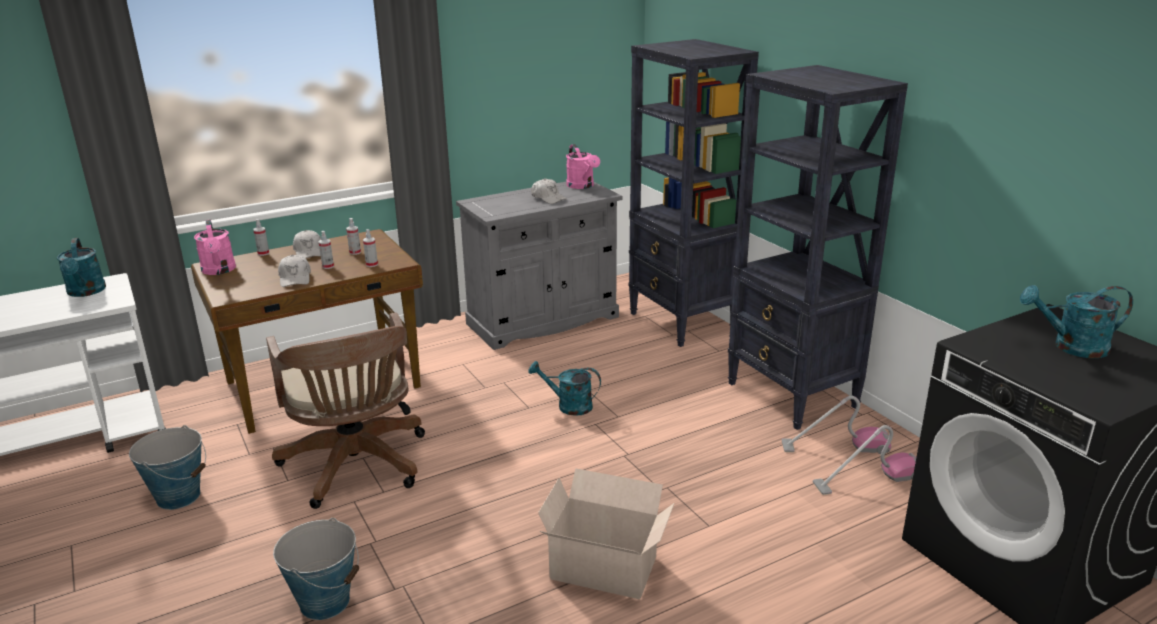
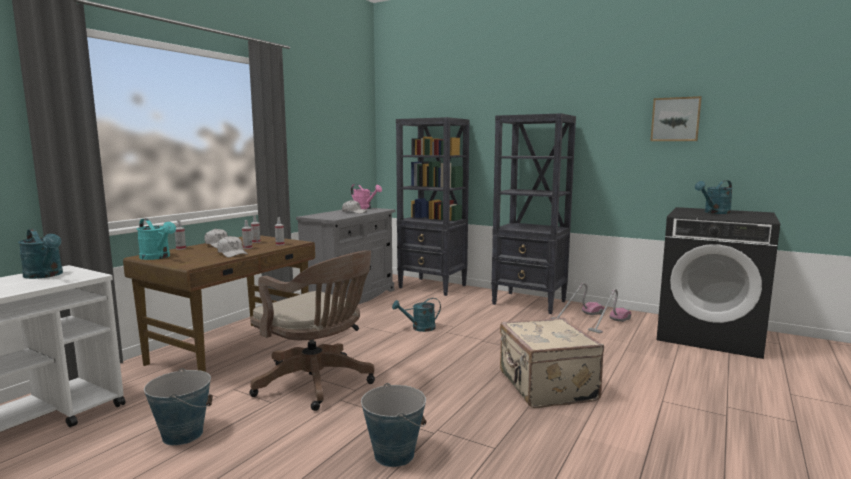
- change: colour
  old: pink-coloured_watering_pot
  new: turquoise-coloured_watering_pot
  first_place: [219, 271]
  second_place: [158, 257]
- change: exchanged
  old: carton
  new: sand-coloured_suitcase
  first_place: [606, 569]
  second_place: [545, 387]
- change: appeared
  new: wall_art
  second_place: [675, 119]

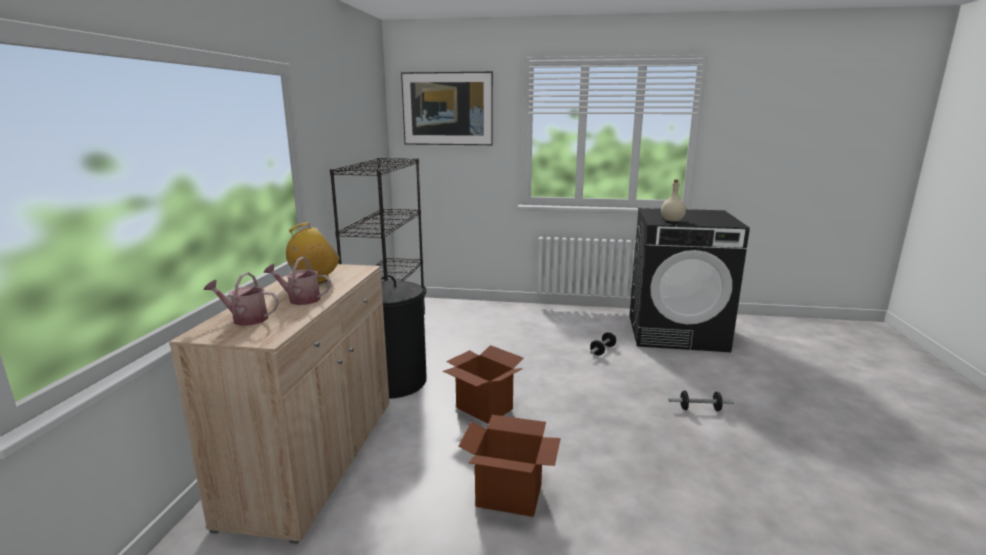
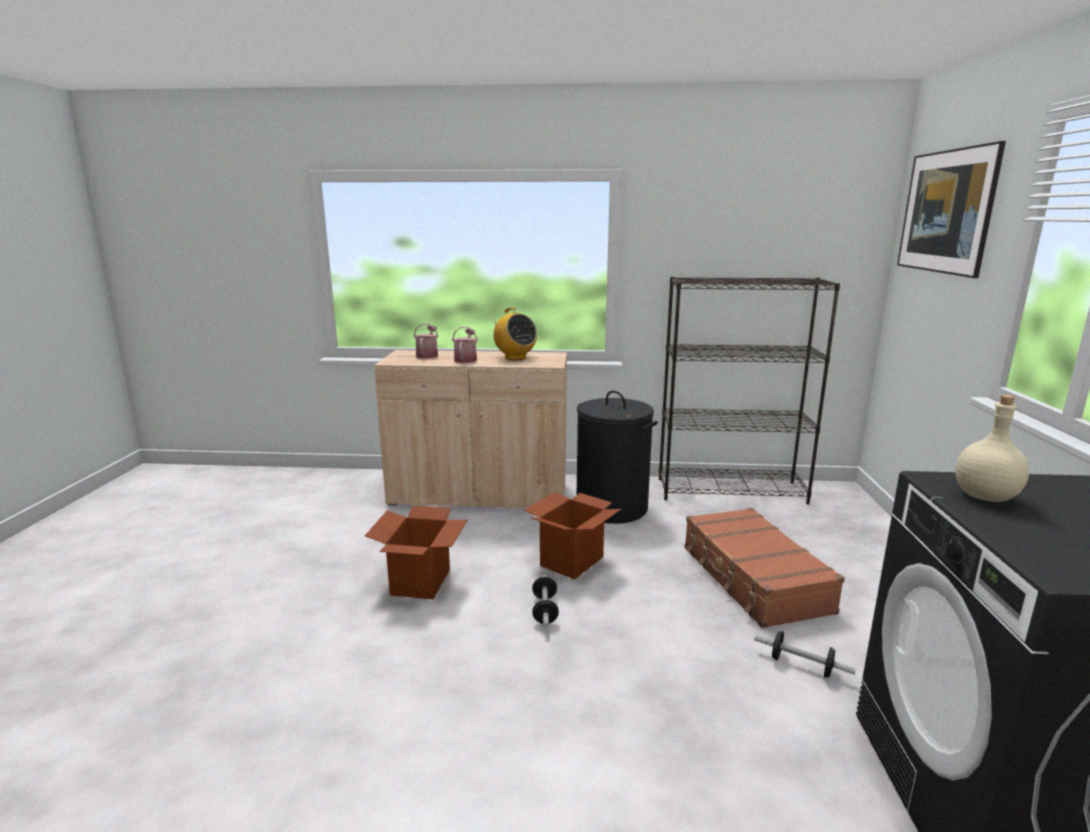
- change: relocated
  old: dumbbell
  first_place: [699, 409]
  second_place: [545, 610]
- change: appeared
  new: brown_suitcase
  second_place: [753, 579]

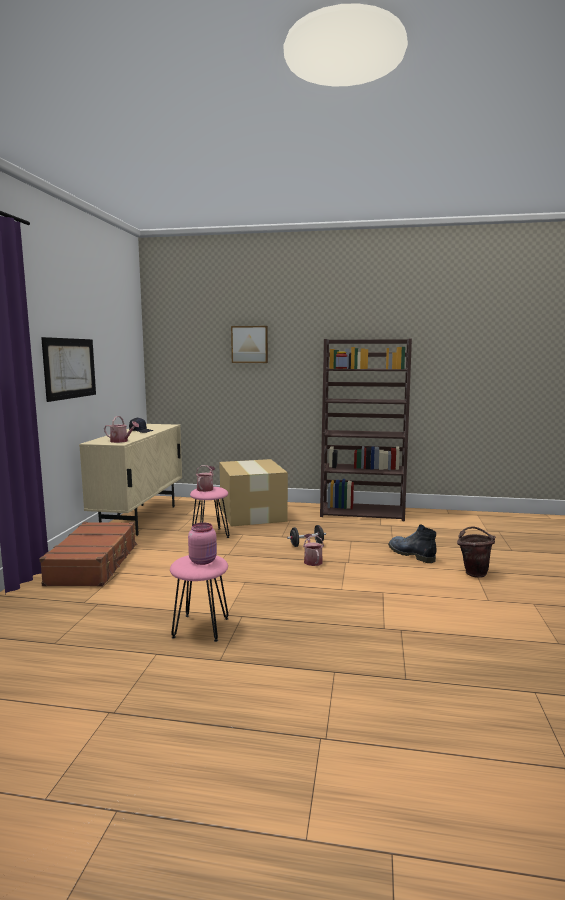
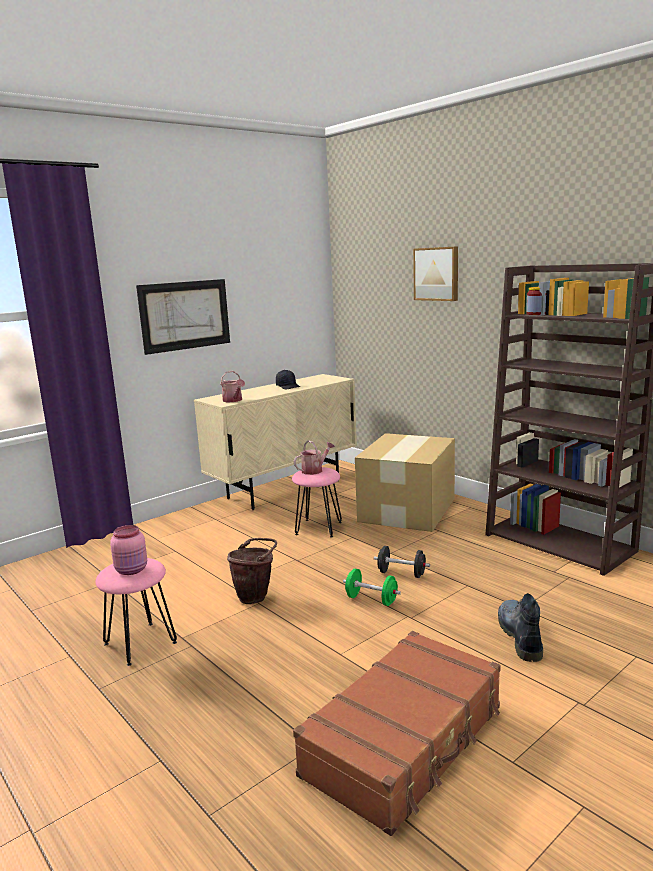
- change: relocated
  old: brown_water_bucket
  first_place: [474, 572]
  second_place: [256, 596]
- change: relocated
  old: brown_suitcase
  first_place: [94, 564]
  second_place: [405, 741]
- change: exchanged
  old: watering_pot
  new: greenish_dumbbell
  first_place: [312, 561]
  second_place: [371, 600]

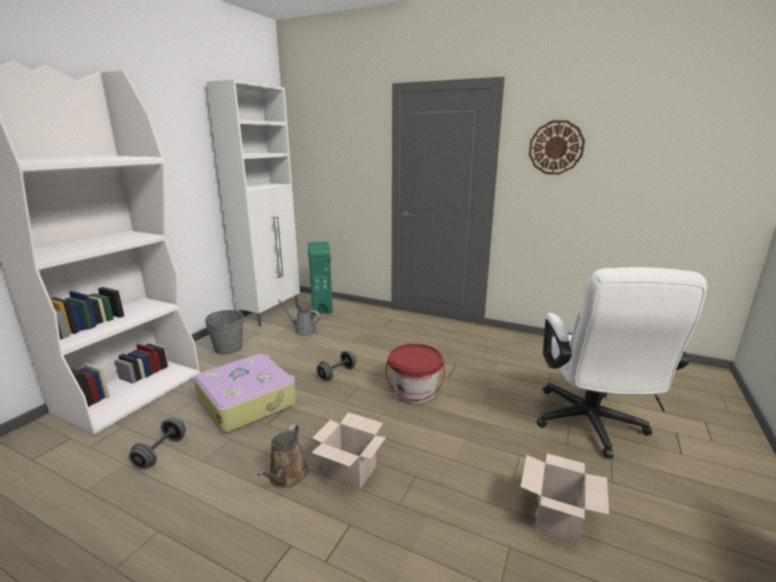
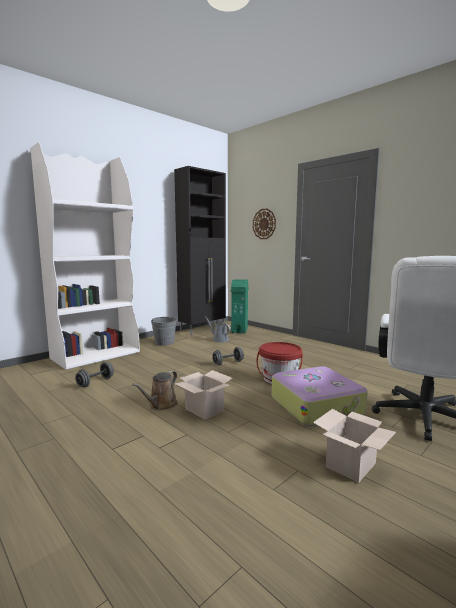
- change: colour
  old: whitish_storage_cabinet
  new: black-coloured_storage_cabinet
  first_place: [271, 313]
  second_place: [203, 329]
- change: relocated
  old: wall_clock
  first_place: [556, 147]
  second_place: [264, 224]
- change: relocated
  old: suitcase
  first_place: [248, 401]
  second_place: [316, 405]

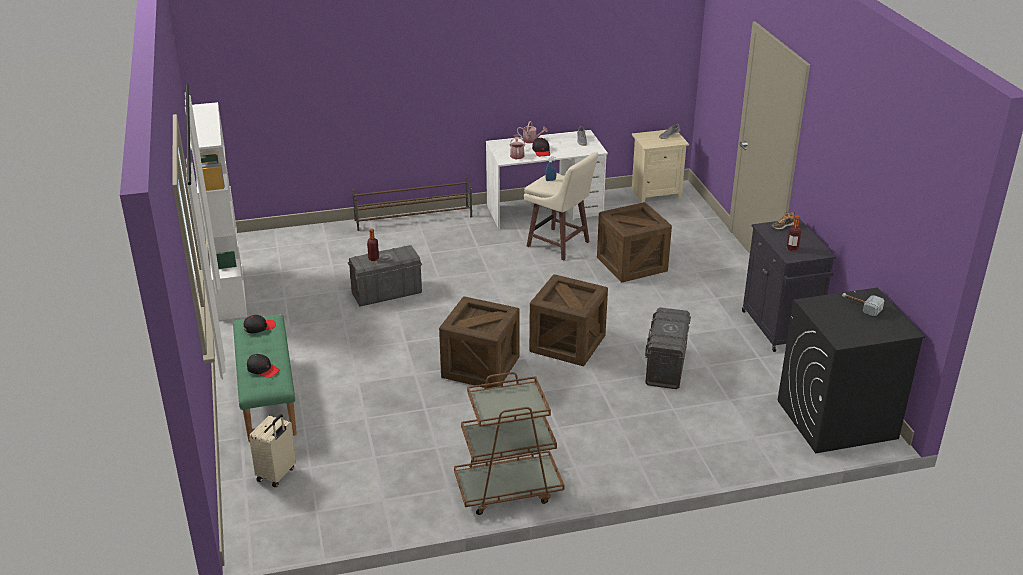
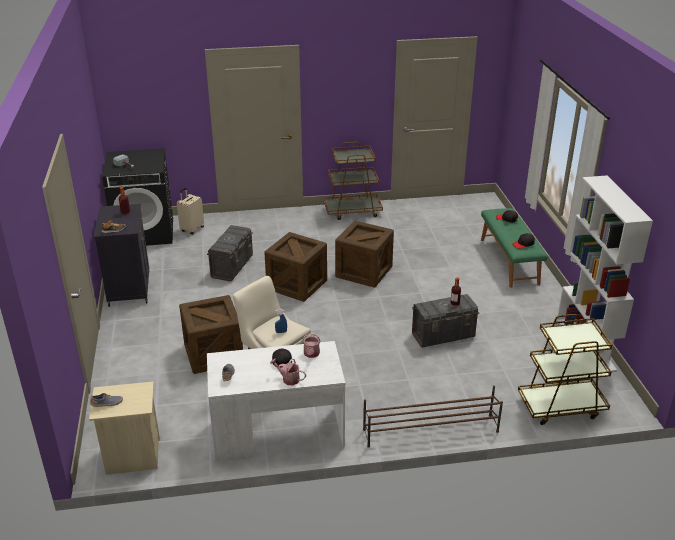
- change: relocated
  old: sand-coloured_suitcase
  first_place: [277, 474]
  second_place: [192, 229]
- change: appeared
  new: brown_cart
  second_place: [561, 406]

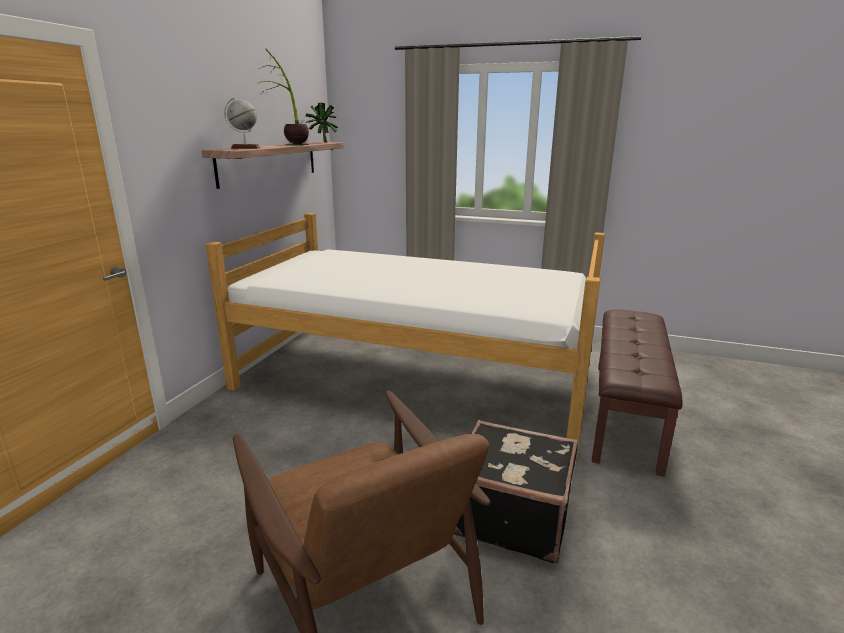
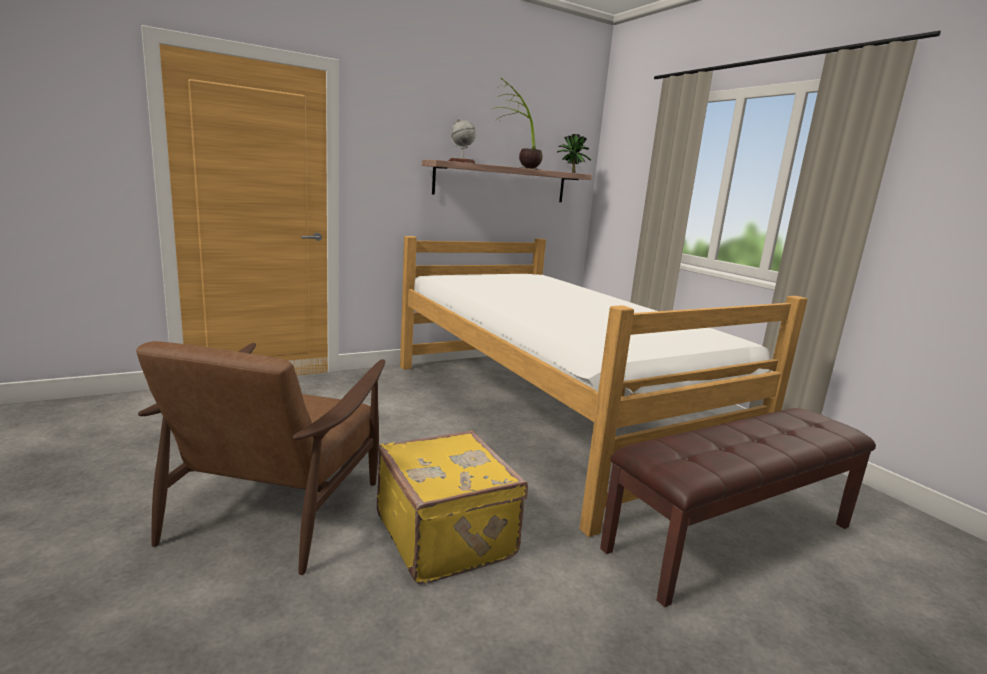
- change: colour
  old: black-coloured_suitcase
  new: yellow_suitcase
  first_place: [511, 515]
  second_place: [447, 535]

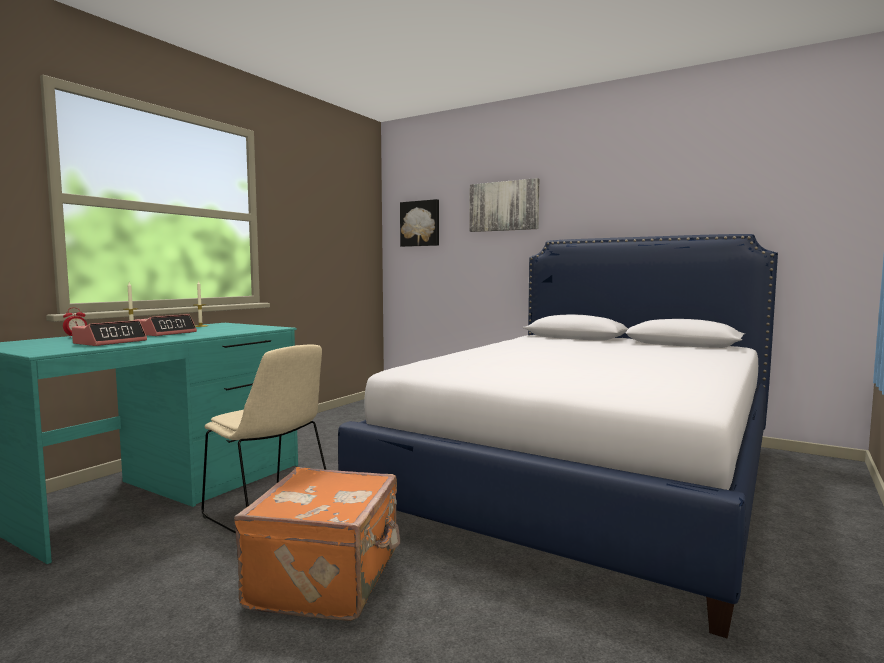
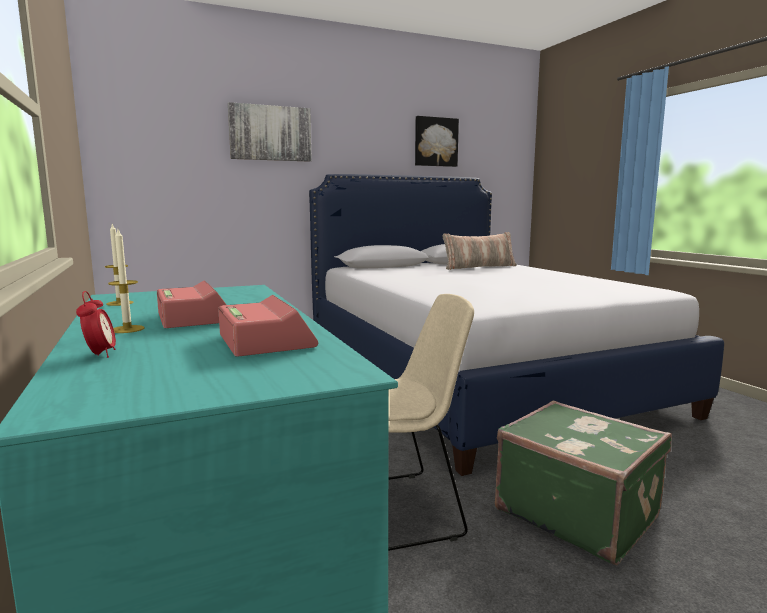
- change: relocated
  old: wall_art
  first_place: [420, 223]
  second_place: [435, 142]
- change: appeared
  new: pillow
  second_place: [479, 267]
- change: colour
  old: orange-coloured_suitcase
  new: greenish_suitcase
  first_place: [328, 579]
  second_place: [577, 512]

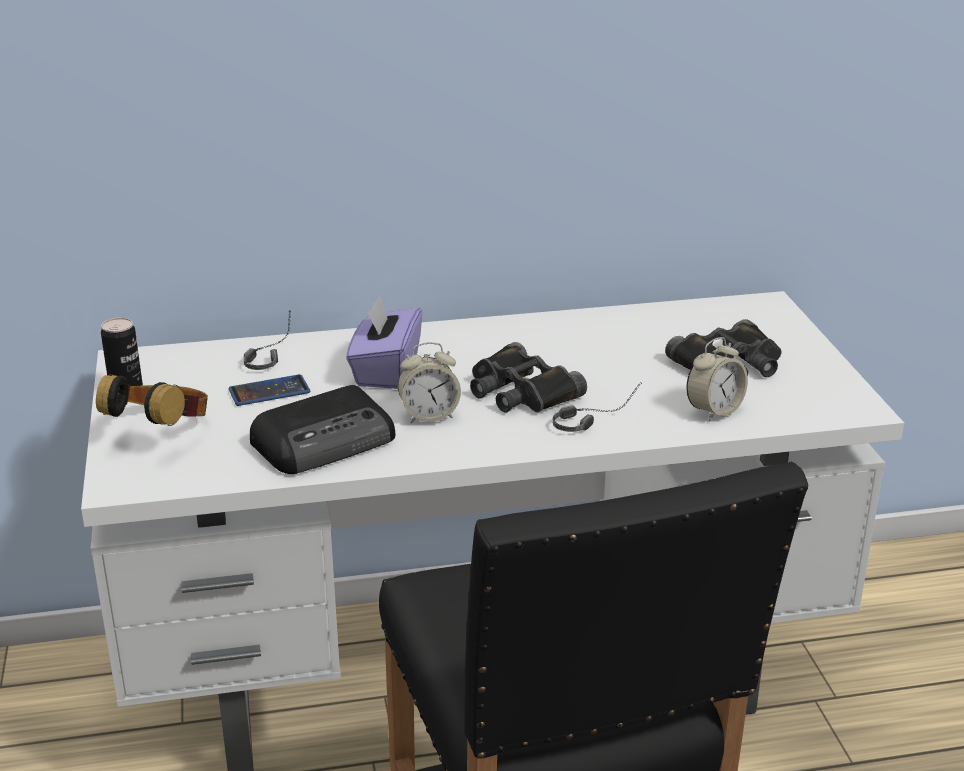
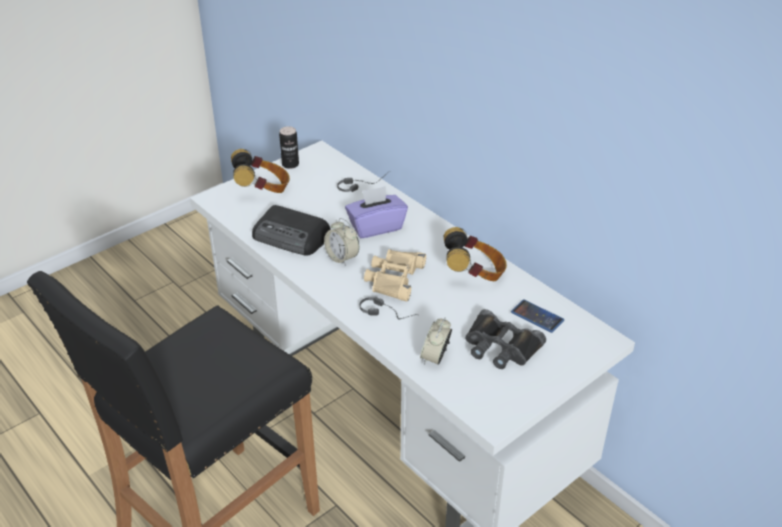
- change: colour
  old: black-coloured_field_glasses
  new: sand-coloured_field_glasses
  first_place: [520, 391]
  second_place: [394, 278]
- change: spun
  old: bedside_clock
  first_place: [714, 411]
  second_place: [435, 357]
  degrees: 90
- change: appeared
  new: headset
  second_place: [474, 274]
- change: relocated
  old: phone
  first_place: [269, 391]
  second_place: [537, 316]

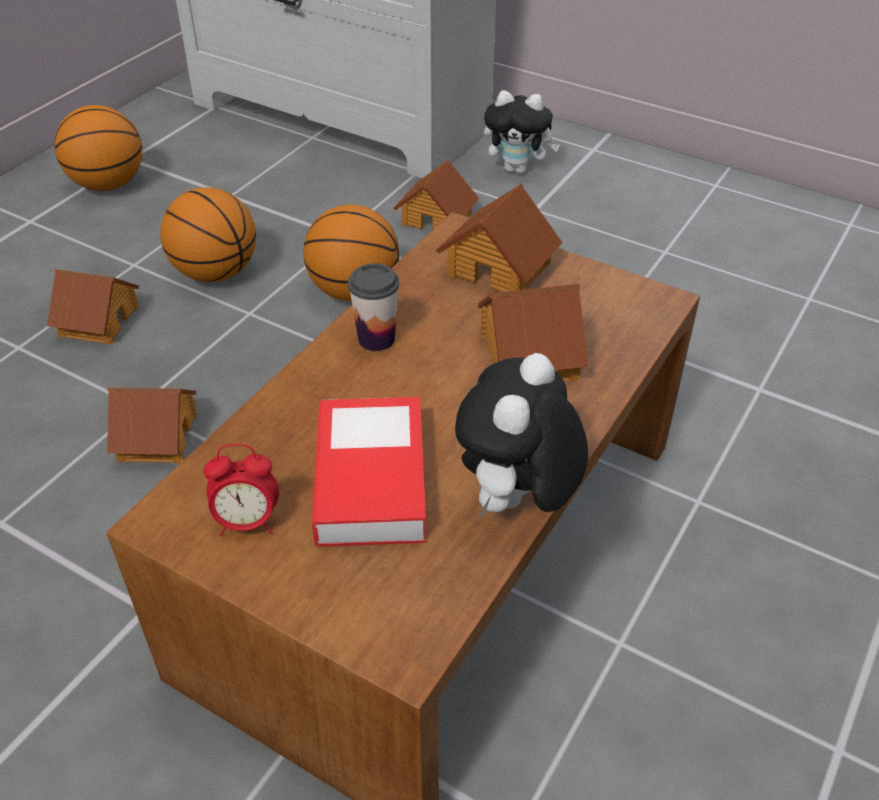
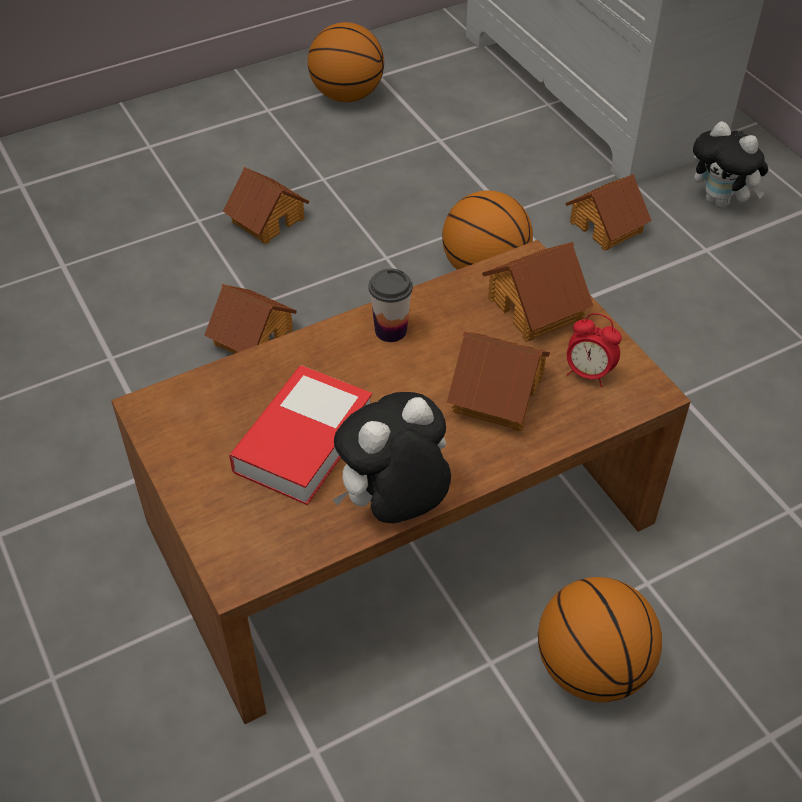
- change: relocated
  old: ball_for_basketball
  first_place: [216, 272]
  second_place: [591, 667]
- change: relocated
  old: bedside_clock
  first_place: [247, 522]
  second_place: [588, 373]

